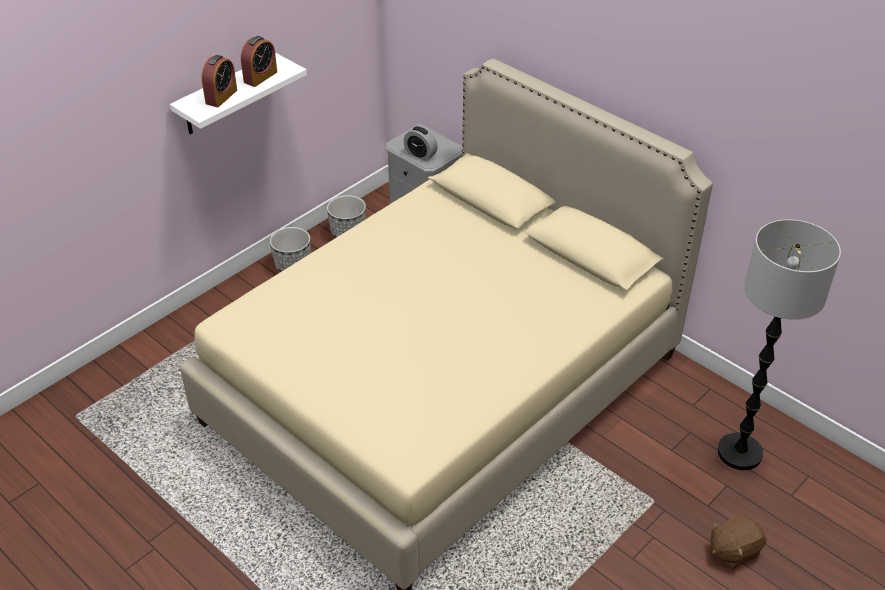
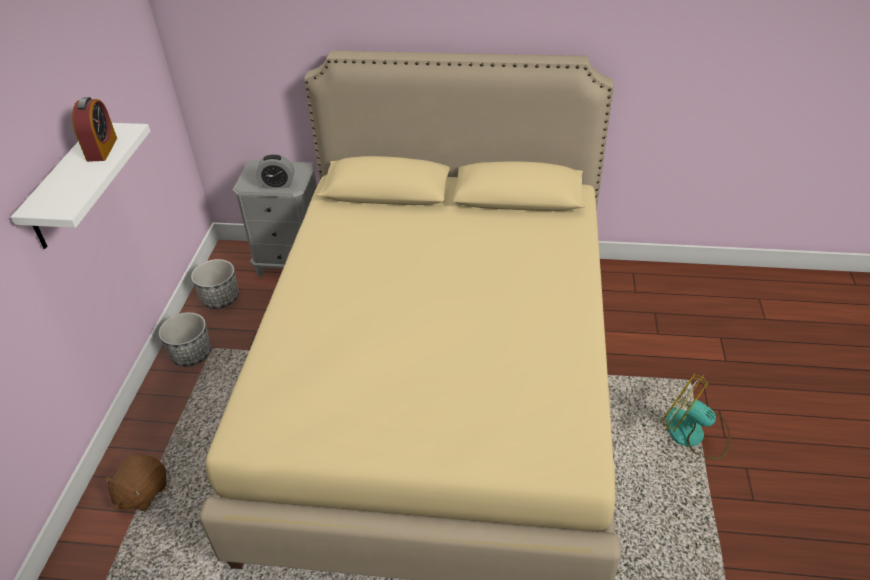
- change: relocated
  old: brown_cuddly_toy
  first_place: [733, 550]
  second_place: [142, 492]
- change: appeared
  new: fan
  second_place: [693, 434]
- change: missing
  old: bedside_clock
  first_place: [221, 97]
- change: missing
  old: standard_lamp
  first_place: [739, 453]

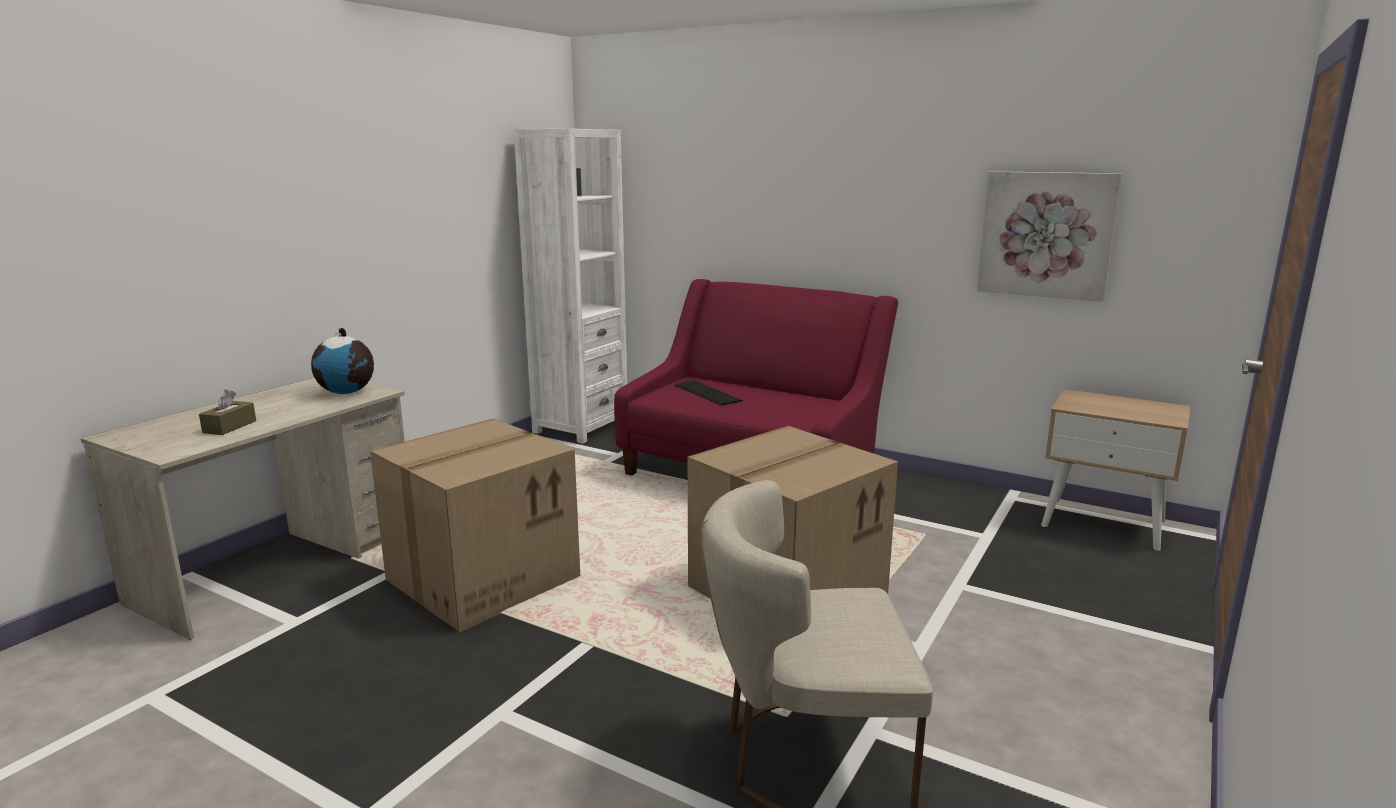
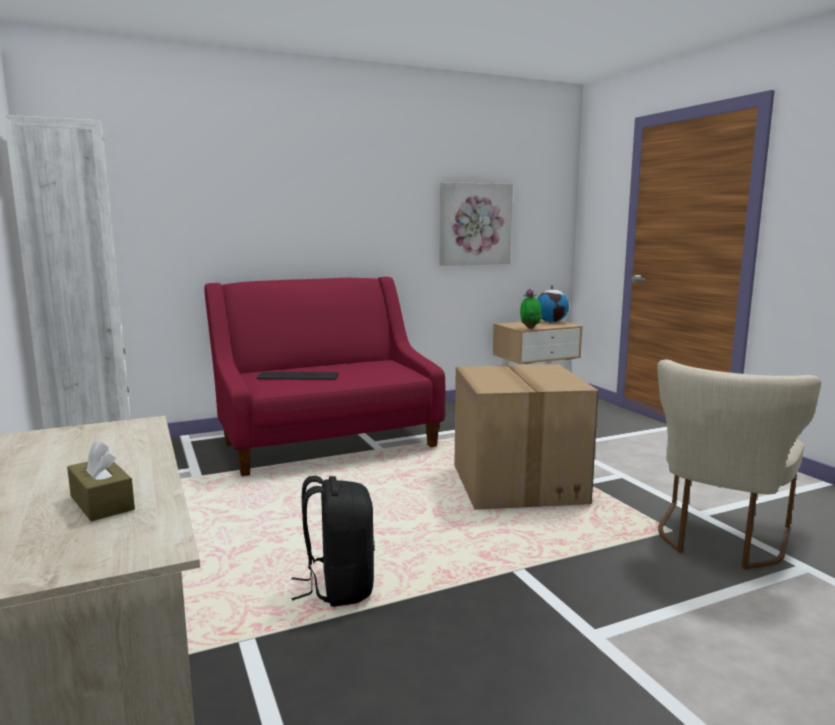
- change: exchanged
  old: carton
  new: black-coloured_backpack
  first_place: [484, 577]
  second_place: [338, 587]
- change: appeared
  new: potted_plant
  second_place: [530, 328]
- change: relocated
  old: desk_globe
  first_place: [347, 392]
  second_place: [551, 322]

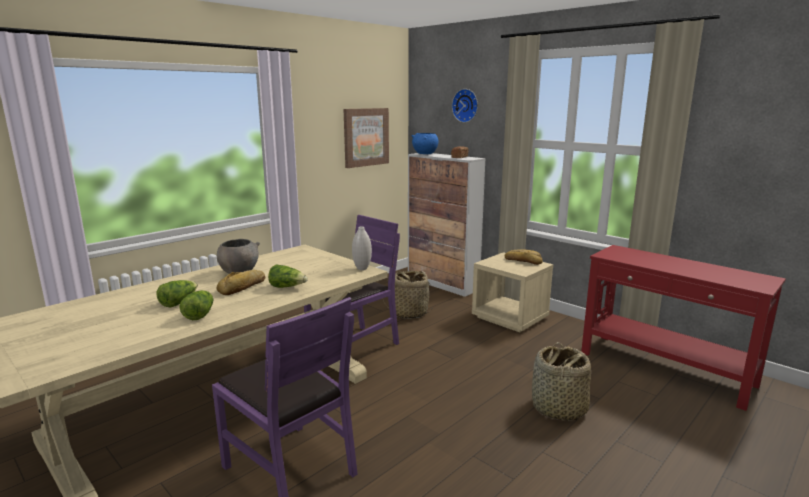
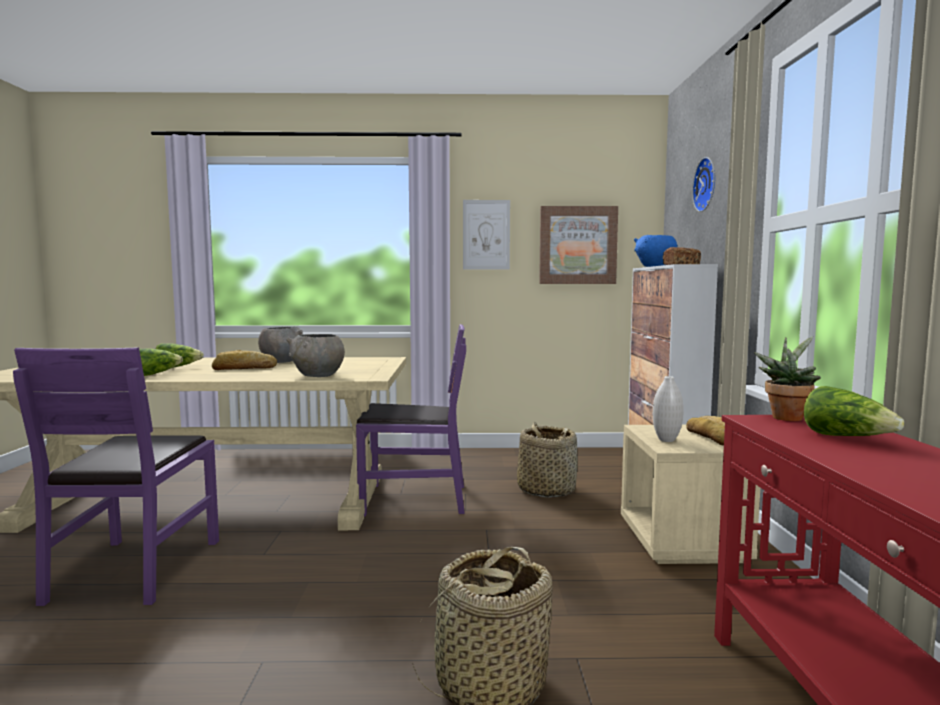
- change: appeared
  new: greyish_serving_bowl
  second_place: [318, 376]
- change: appeared
  new: wall_art
  second_place: [486, 235]
- change: relocated
  old: whitish_vase
  first_place: [362, 268]
  second_place: [666, 440]
- change: appeared
  new: potted_plant
  second_place: [786, 417]
- change: relocated
  old: lettuce_head
  first_place: [287, 287]
  second_place: [846, 437]

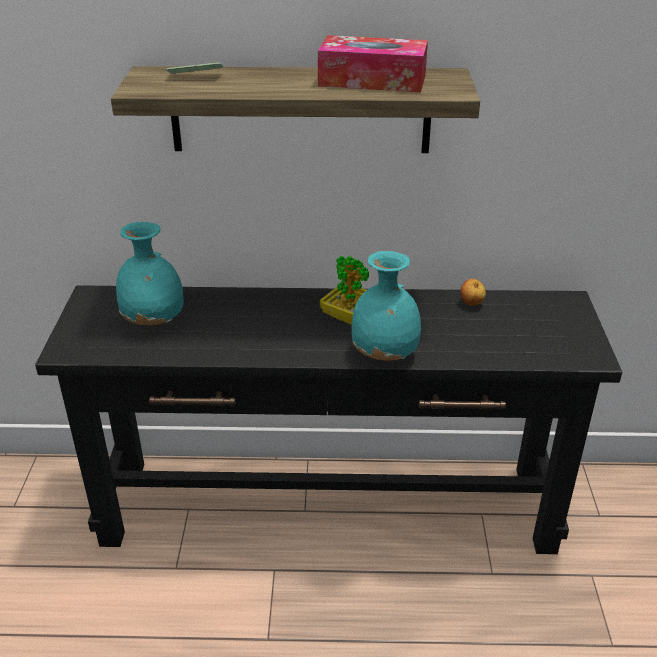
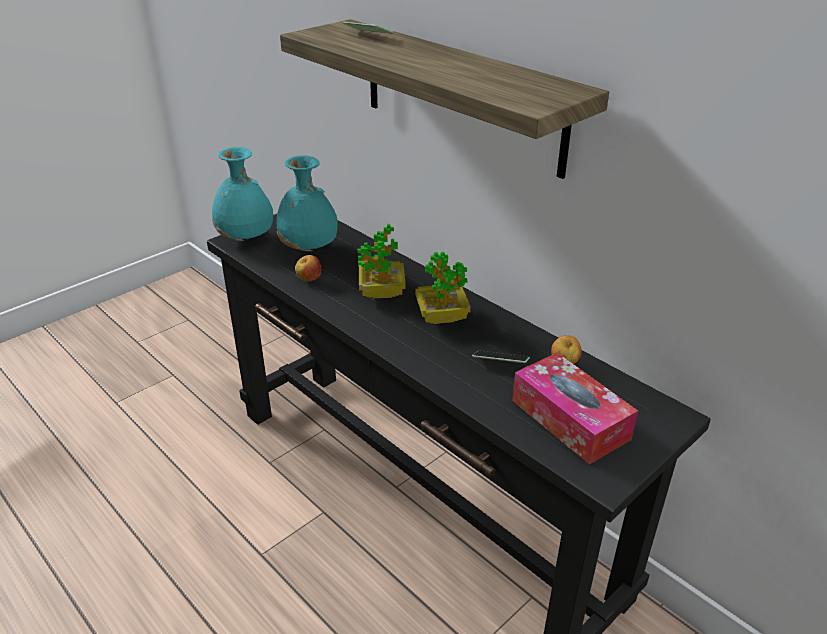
- change: relocated
  old: turquoise-coloured_vase
  first_place: [386, 355]
  second_place: [246, 239]
- change: appeared
  new: whole_apple
  second_place: [309, 279]
- change: appeared
  new: potted_plant
  second_place: [382, 292]
- change: appeared
  new: phone
  second_place: [500, 363]
- change: relocated
  old: box_of_tissues
  first_place: [372, 80]
  second_place: [570, 419]

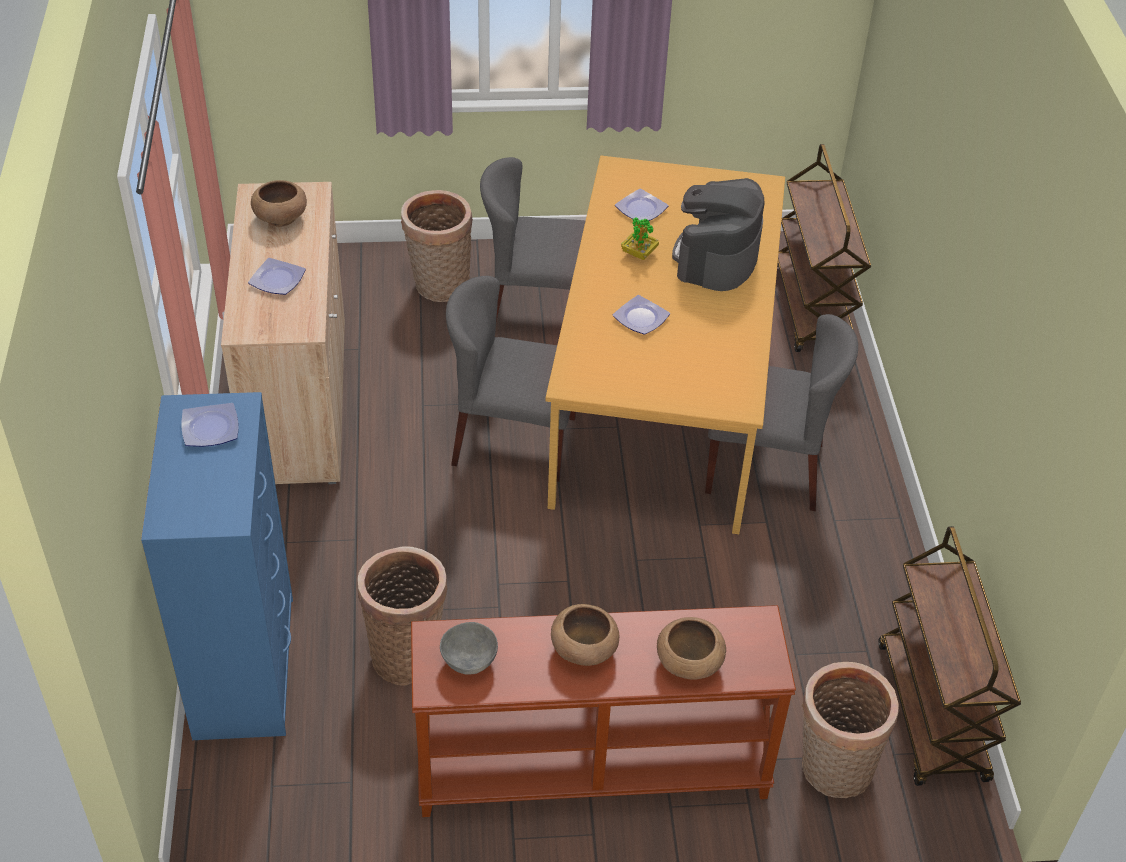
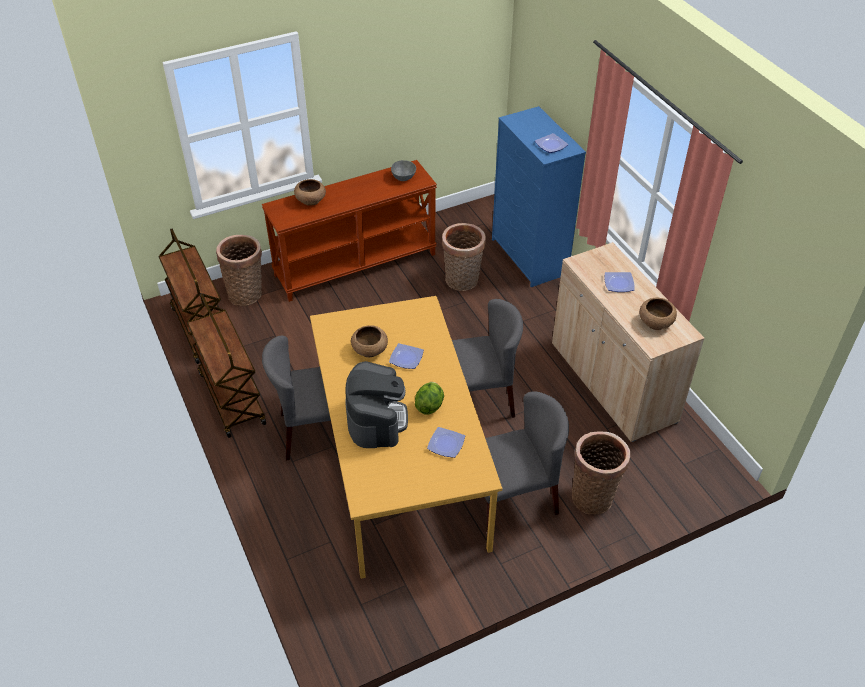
- change: relocated
  old: brown_cart
  first_place: [812, 308]
  second_place: [231, 398]
- change: relocated
  old: brown_serving_bowl
  first_place: [584, 648]
  second_place: [370, 350]
- change: exchanged
  old: potted_plant
  new: lettuce_head
  first_place: [639, 253]
  second_place: [429, 405]

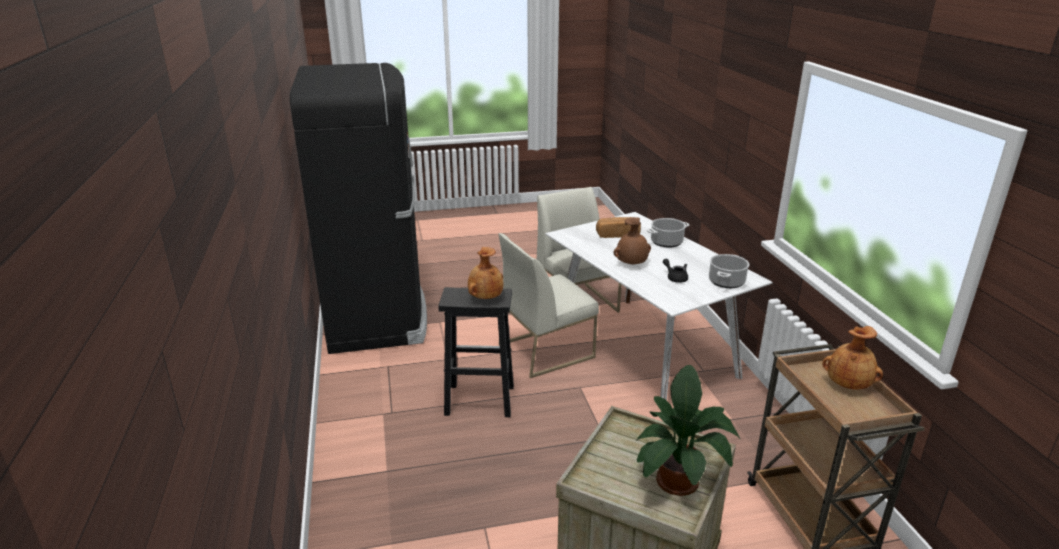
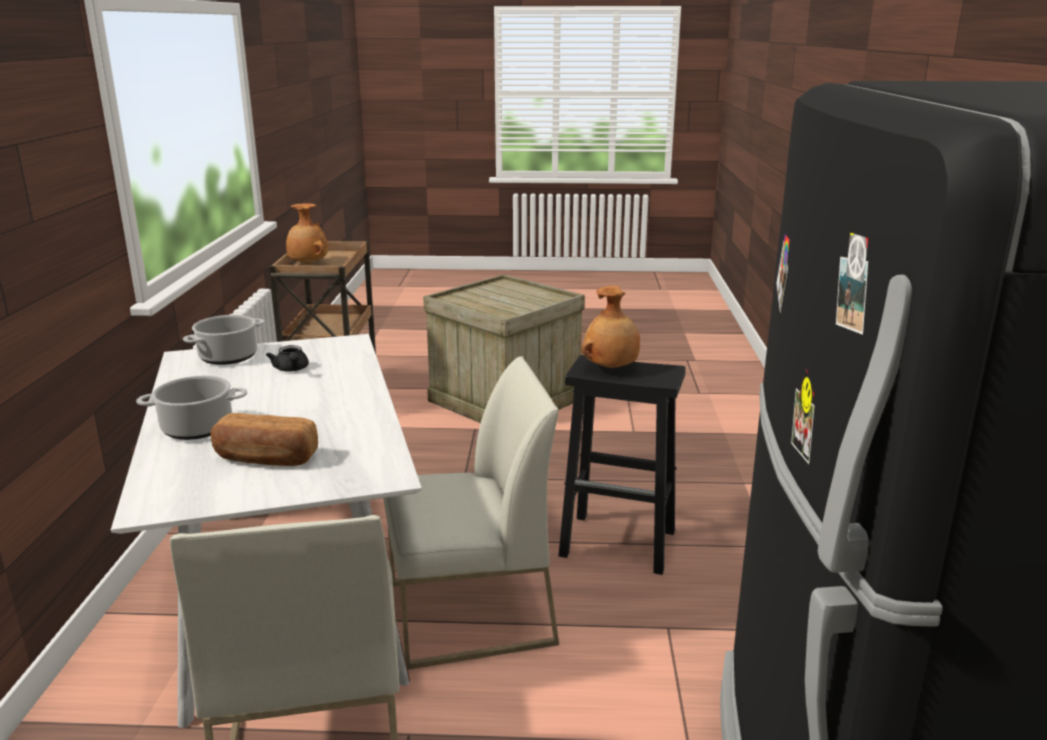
- change: missing
  old: brown_vase
  first_place: [631, 264]
- change: missing
  old: potted_plant
  first_place: [679, 478]

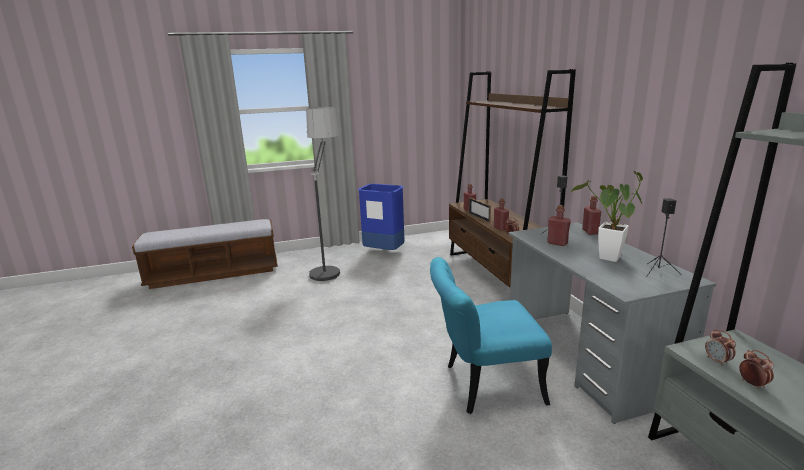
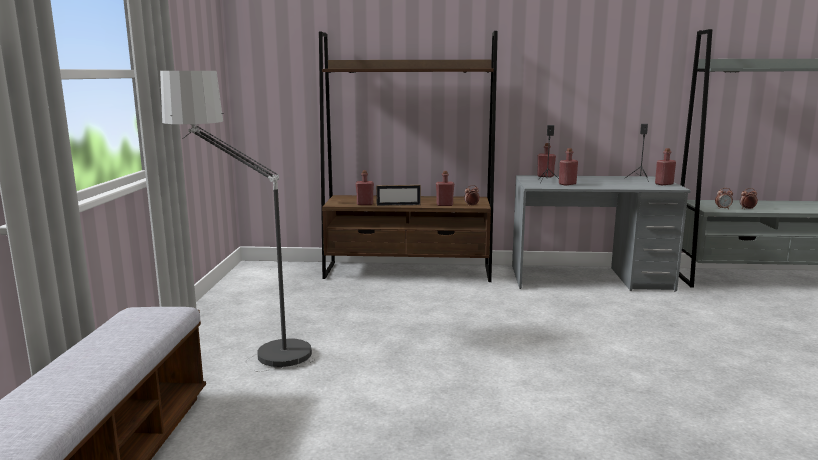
- change: appeared
  new: red-coloured_bottle
  second_place: [664, 184]
- change: missing
  old: blue_trash_can
  first_place: [383, 252]
- change: missing
  old: turquoise-coloured_chair
  first_place: [483, 385]
- change: missing
  old: potted_plant
  first_place: [608, 259]

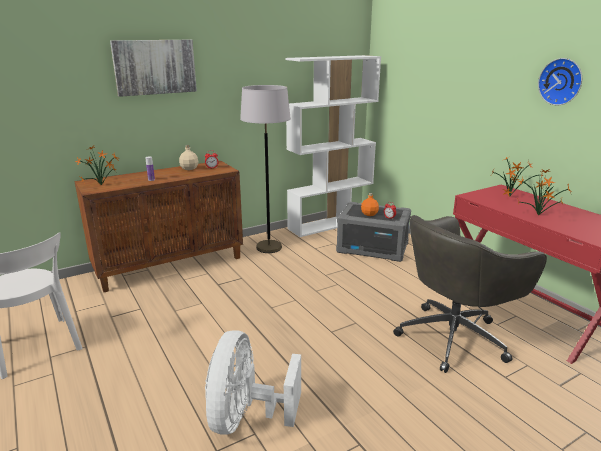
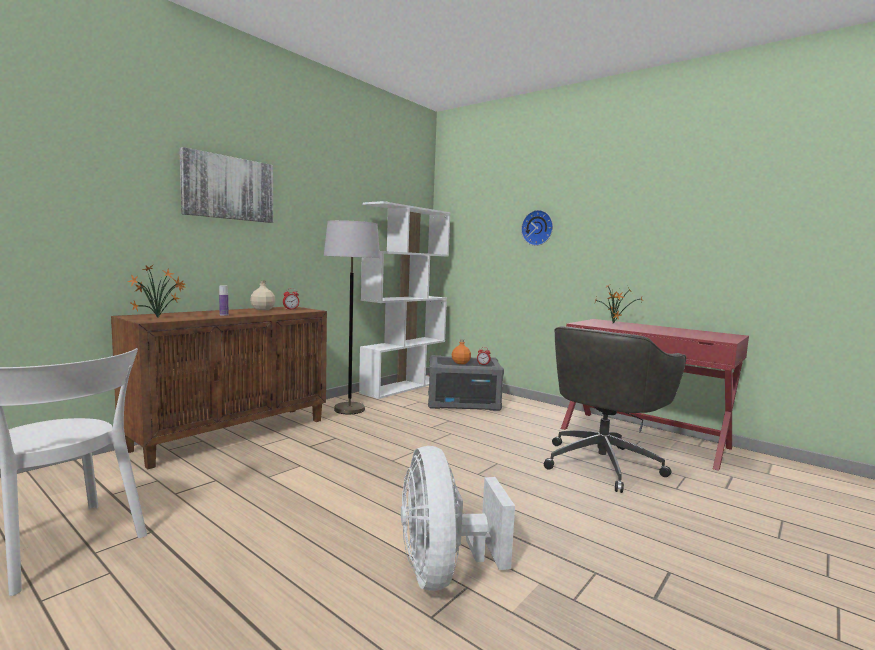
- change: relocated
  old: wall_clock
  first_place: [561, 81]
  second_place: [538, 228]
- change: missing
  old: potted_plant
  first_place: [540, 215]

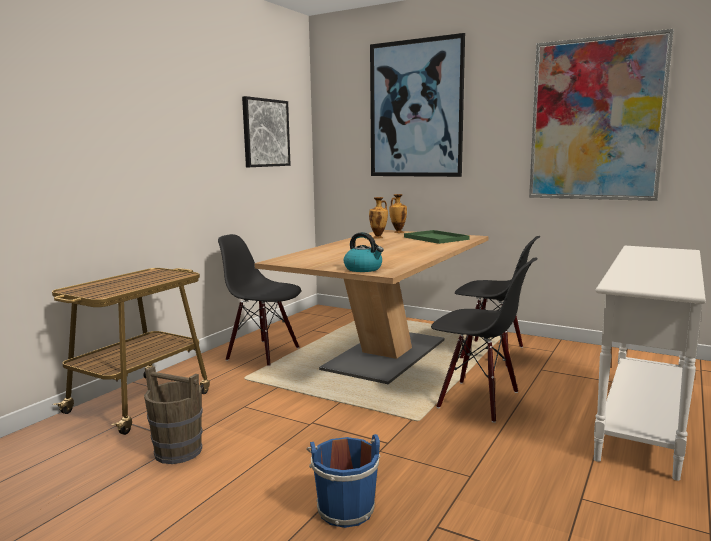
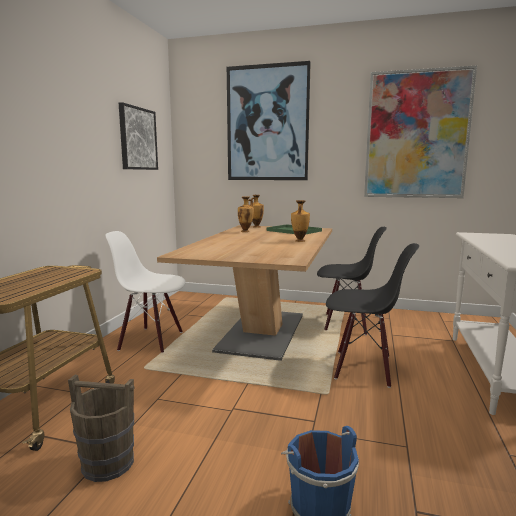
- change: colour
  old: black-coloured_chair
  new: whitish_chair
  first_place: [264, 353]
  second_place: [151, 340]
- change: appeared
  new: vase
  second_place: [299, 241]
- change: missing
  old: kettle
  first_place: [364, 269]

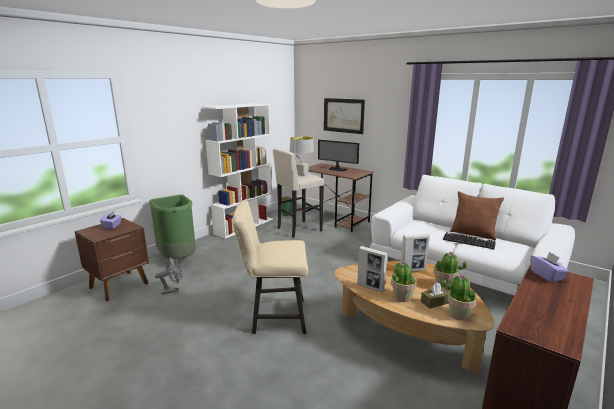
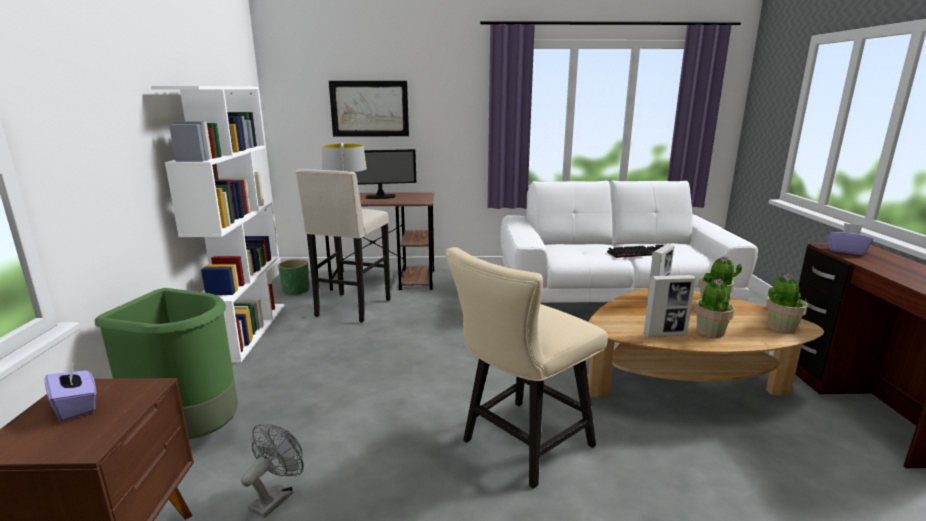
- change: missing
  old: brown_box_of_tissues
  first_place: [435, 302]
- change: missing
  old: brown_pillow
  first_place: [473, 233]

